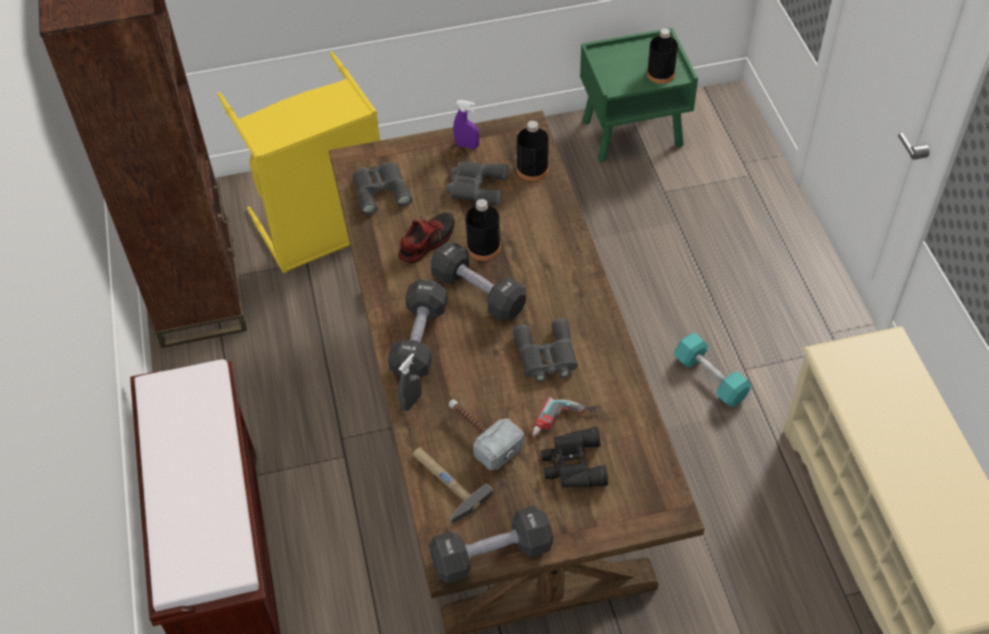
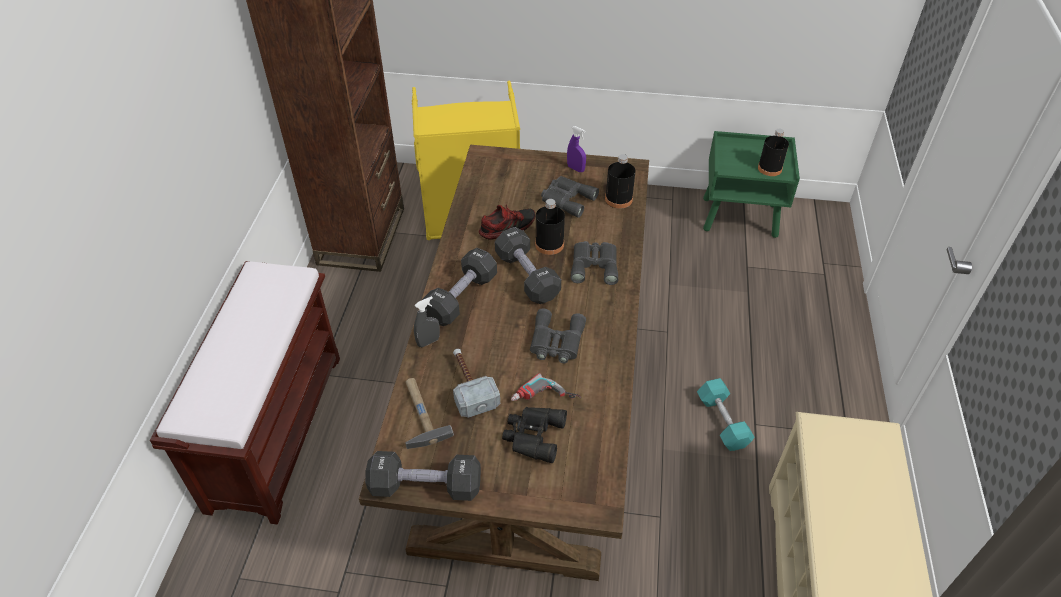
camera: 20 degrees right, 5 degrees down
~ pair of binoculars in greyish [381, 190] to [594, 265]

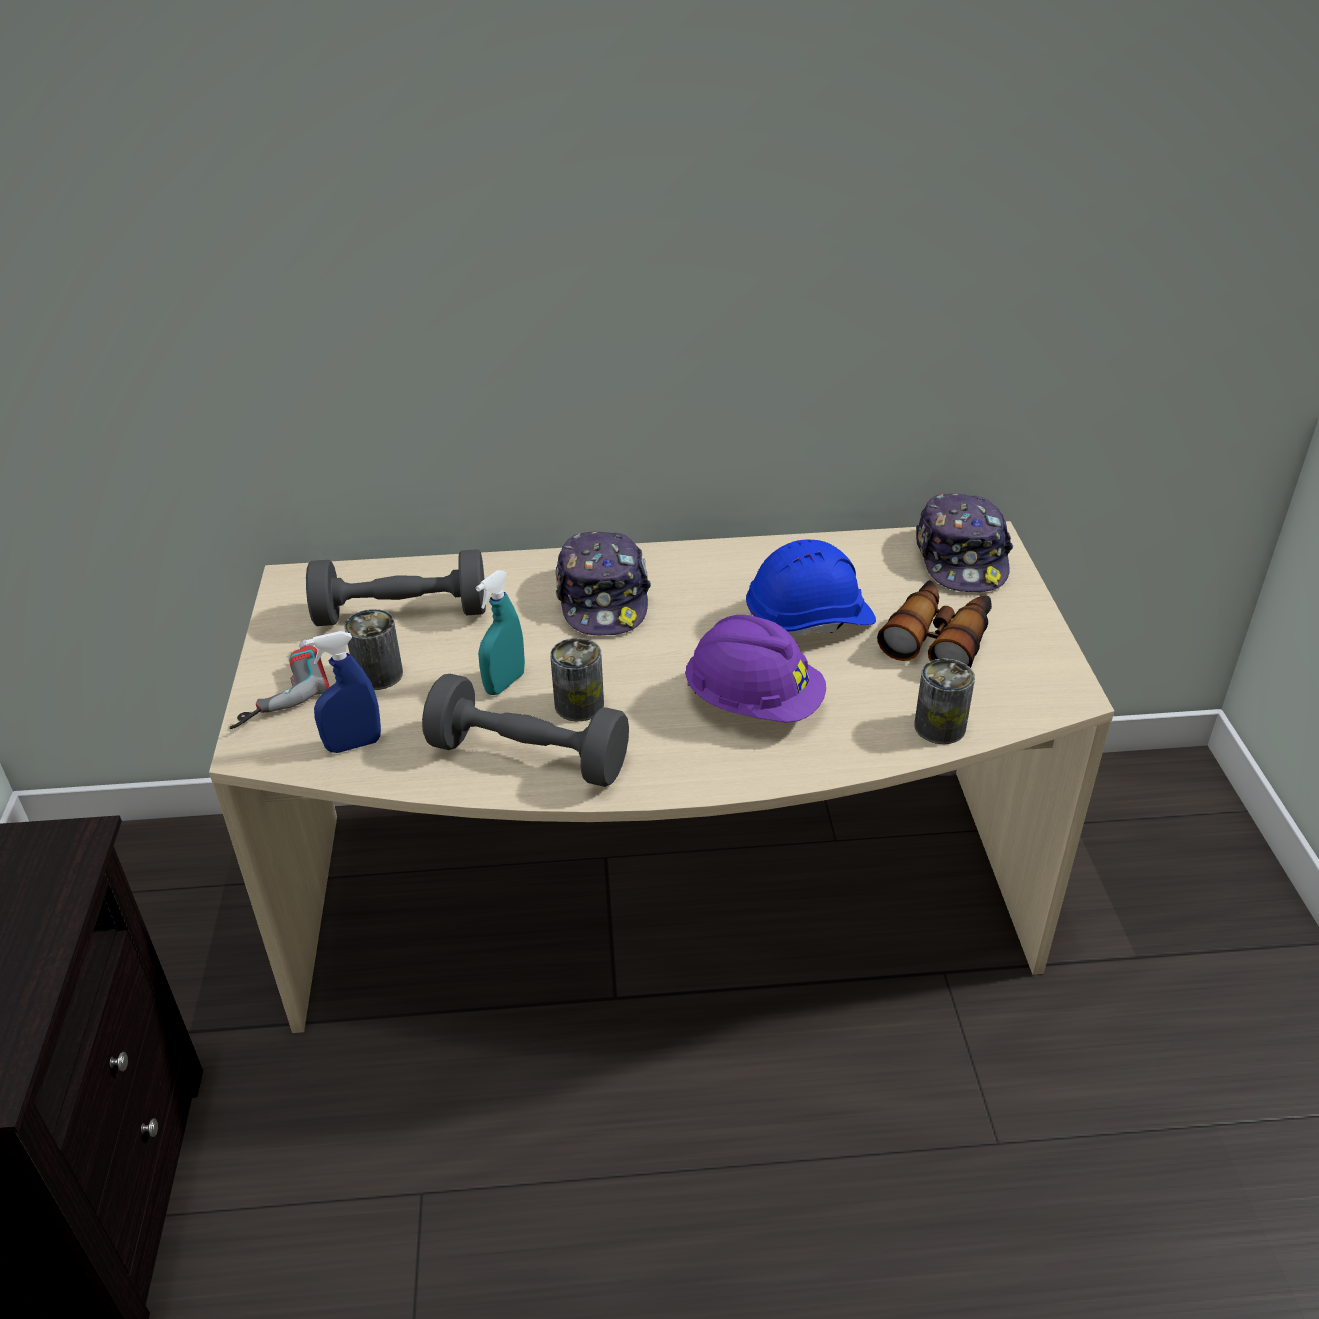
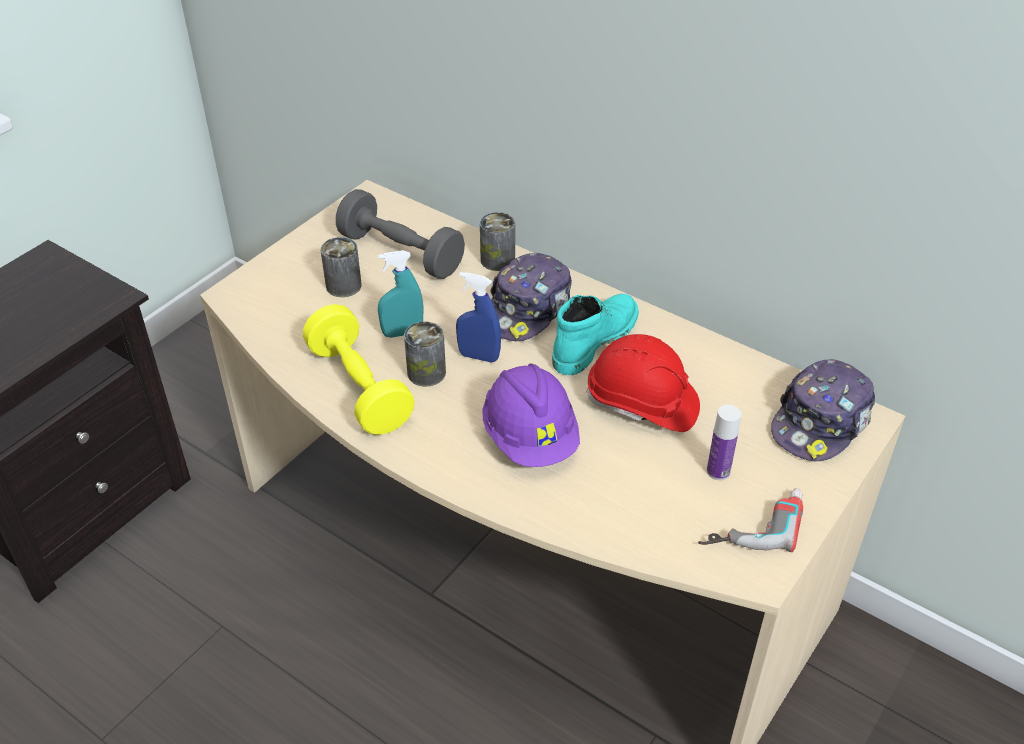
camera: 40 degrees right, 5 degrees up
~ electric drill [275, 689] to [751, 522]
~ spray bottle in blue [354, 744] to [479, 356]
~ hand weight in greyish [528, 757] to hand weight in yellowish [359, 388]
~ hard hat in blue [810, 621] to hard hat in red-coloured [642, 404]
~ pair of binoculars [938, 638] to drink bottle [718, 471]
~ sealed can [939, 727] to [497, 260]
+ tall boot in turquoise-coloured [593, 340]

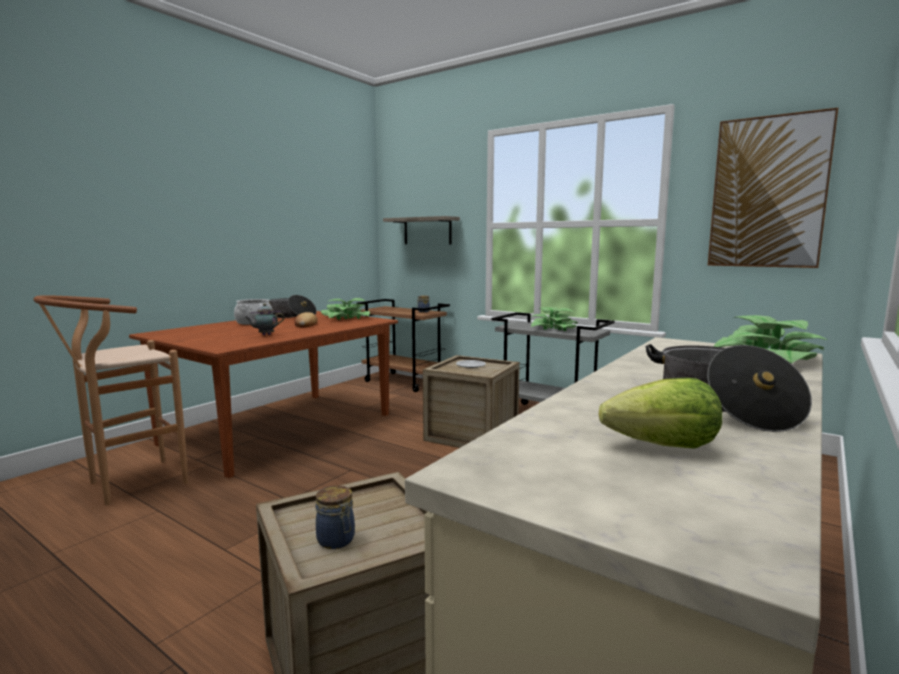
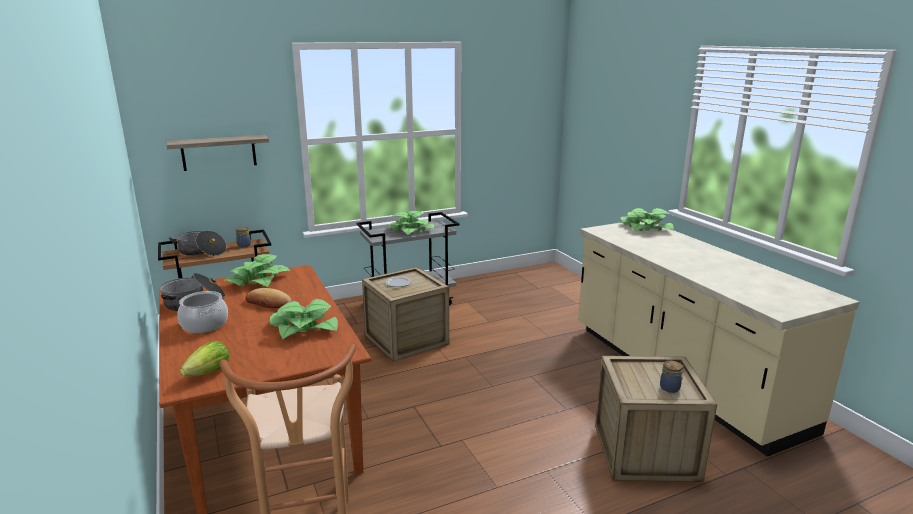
camera: 60 degrees left, 10 degrees up
~ teapot [265, 335] to houseplant [304, 327]
~ head of lettuce [663, 447] to [209, 373]
~ saucepot [722, 407] to [201, 252]
- wall art [768, 193]

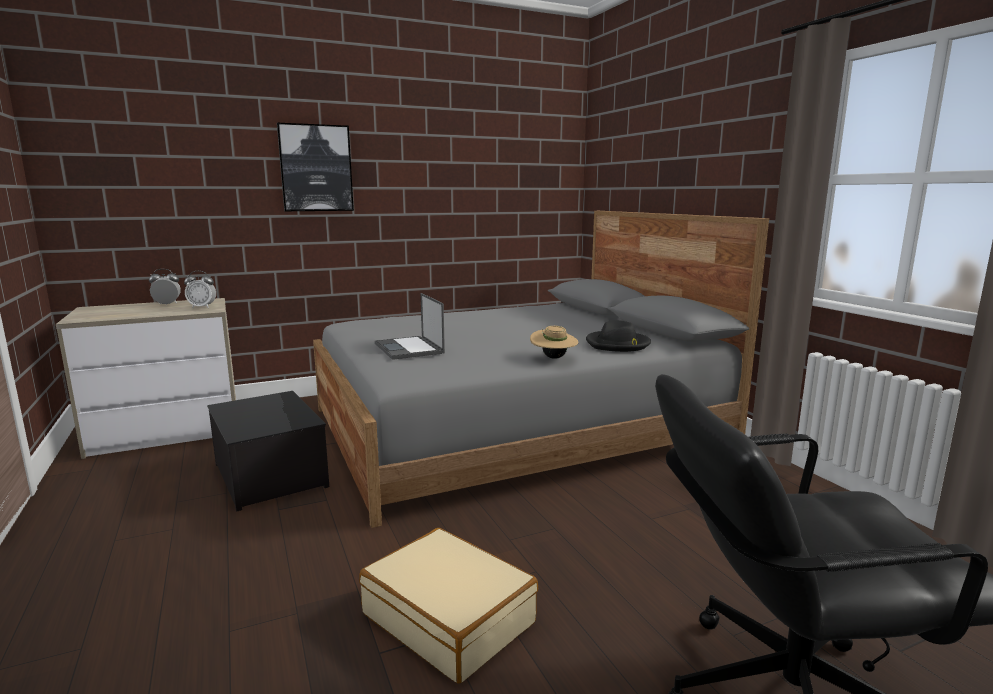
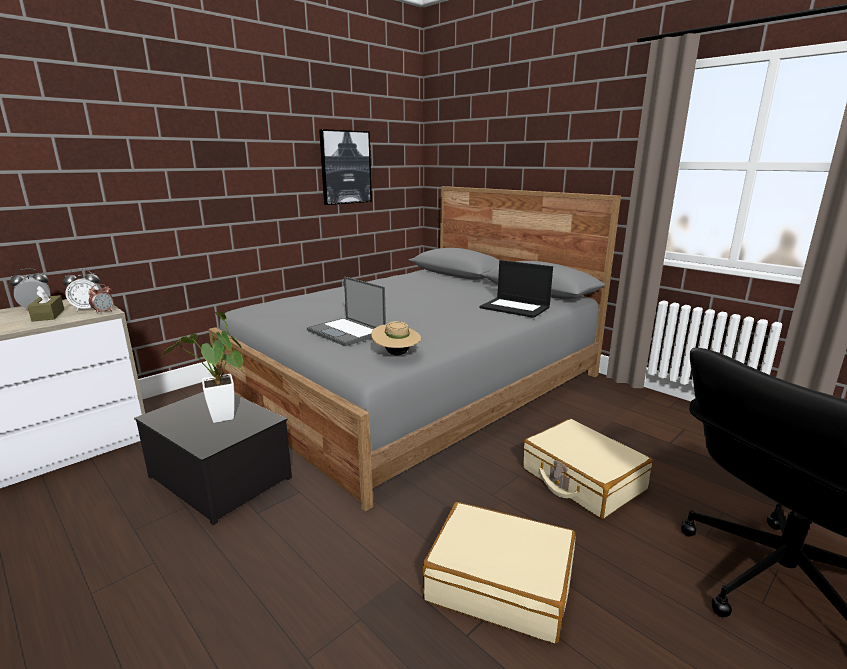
camera: 20 degrees left, 5 degrees up
~ wall art [316, 168] to [345, 167]
~ hat in beige [553, 358] to [396, 354]
~ hat in black-coloured [617, 344] to portable computer [515, 307]
+ tissue box in brown-coloured [48, 315]
+ table clock [104, 312]
+ houseplant [223, 420]
+ piece of luggage in beige [582, 479]

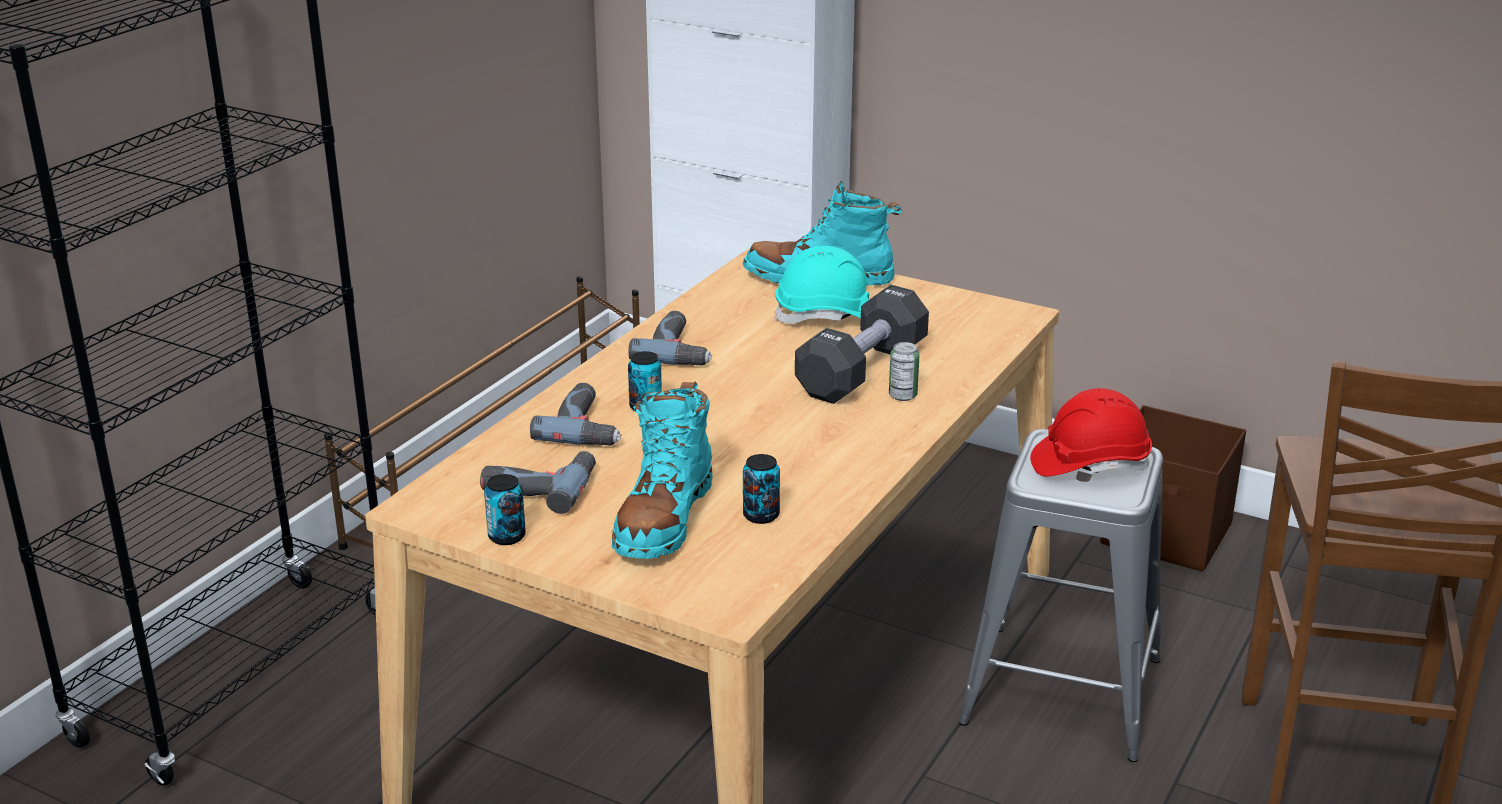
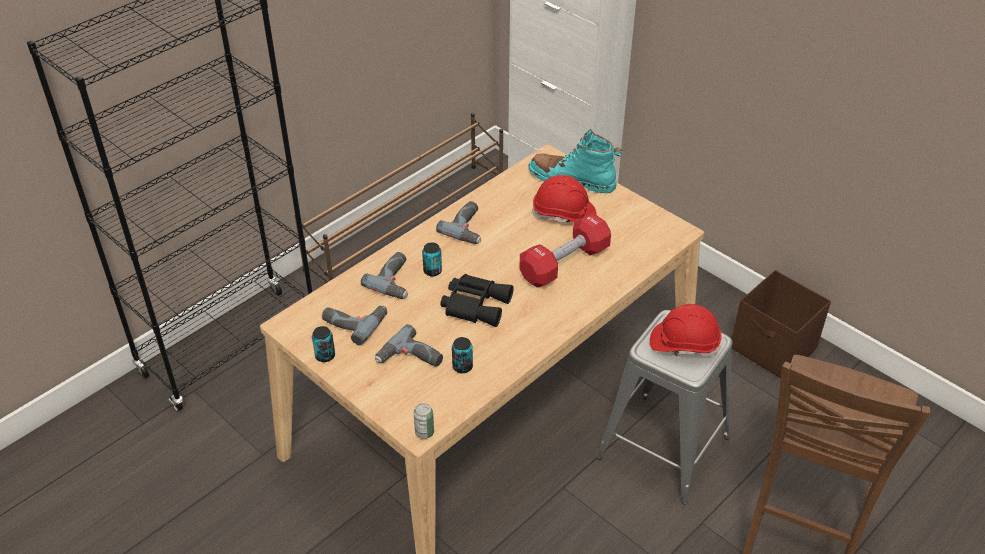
camera: 15 degrees right, 15 degrees up
~ tall boot in turquoise-coloured [664, 519] to electric drill [410, 359]
~ hard hat in turquoise-coloured [828, 317] to hard hat in red-coloured [564, 215]
~ hand weight in black-coloured [862, 371] to hand weight in red-coloured [564, 263]
~ sealed can [902, 396] to [424, 432]
+ pair of binoculars in black-coloured [475, 304]

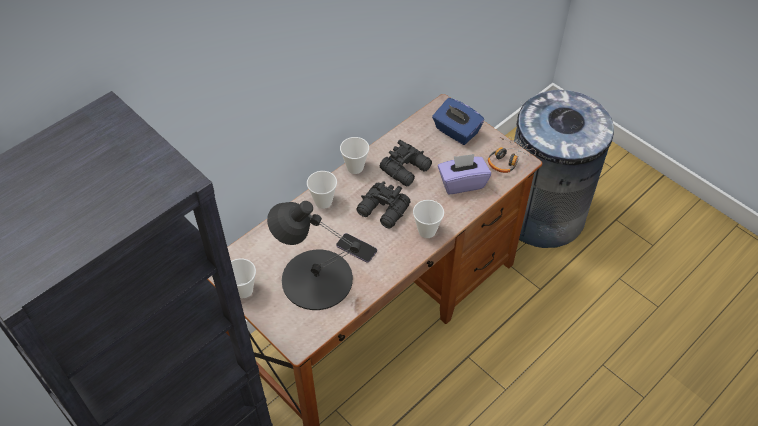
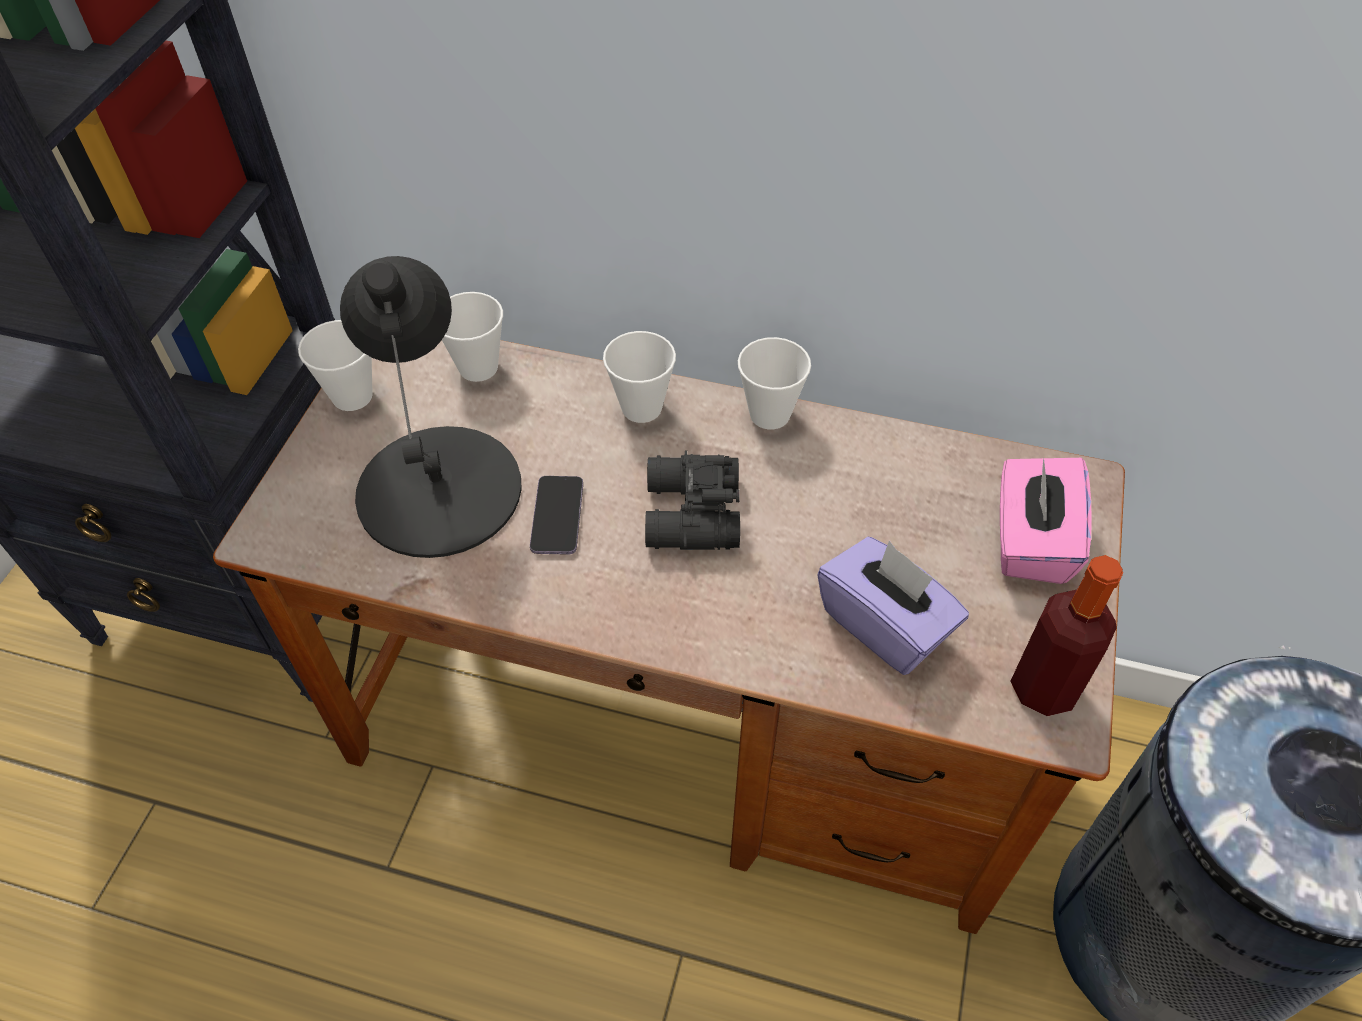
camera: 60 degrees right, 0 degrees up
- pair of binoculars in black-coloured [407, 169]
~ cup [427, 231] to [478, 367]
~ tissue box in blue [456, 131] to tissue box in pinkish [1030, 541]
~ pair of headphones [508, 159] to drink bottle [1043, 688]

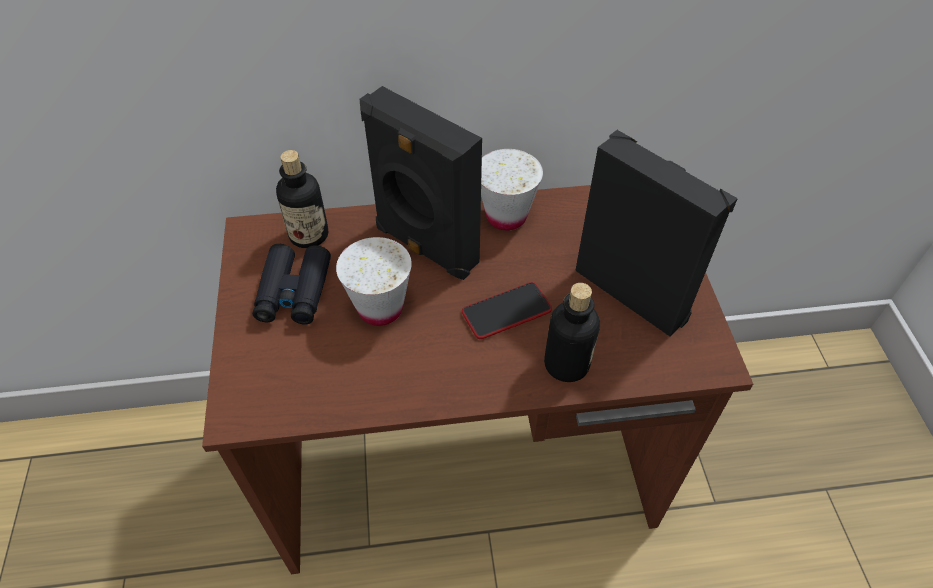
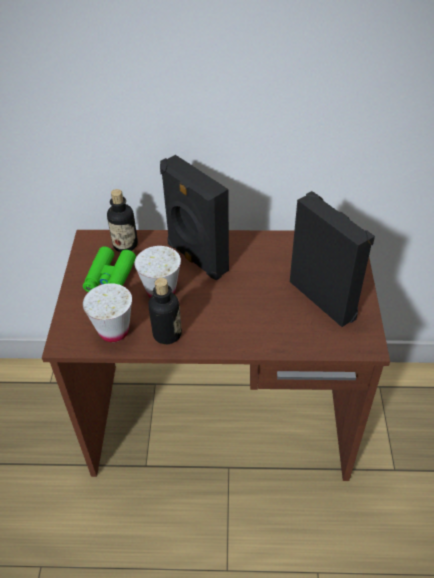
camera: 10 degrees right, 5 degrees down
~ pair of binoculars in black-coloured [294, 292] to pair of binoculars in green-coloured [110, 277]
- handset [506, 311]
~ cup in white [506, 216] to [114, 331]
~ drink bottle [566, 364] to [167, 334]

